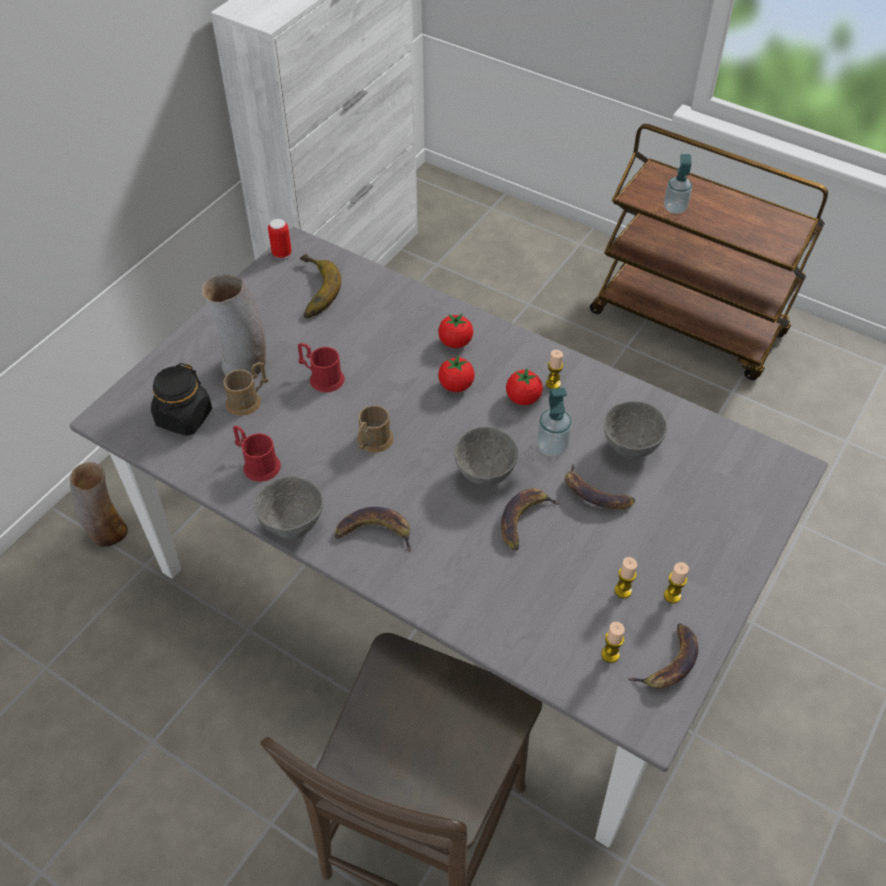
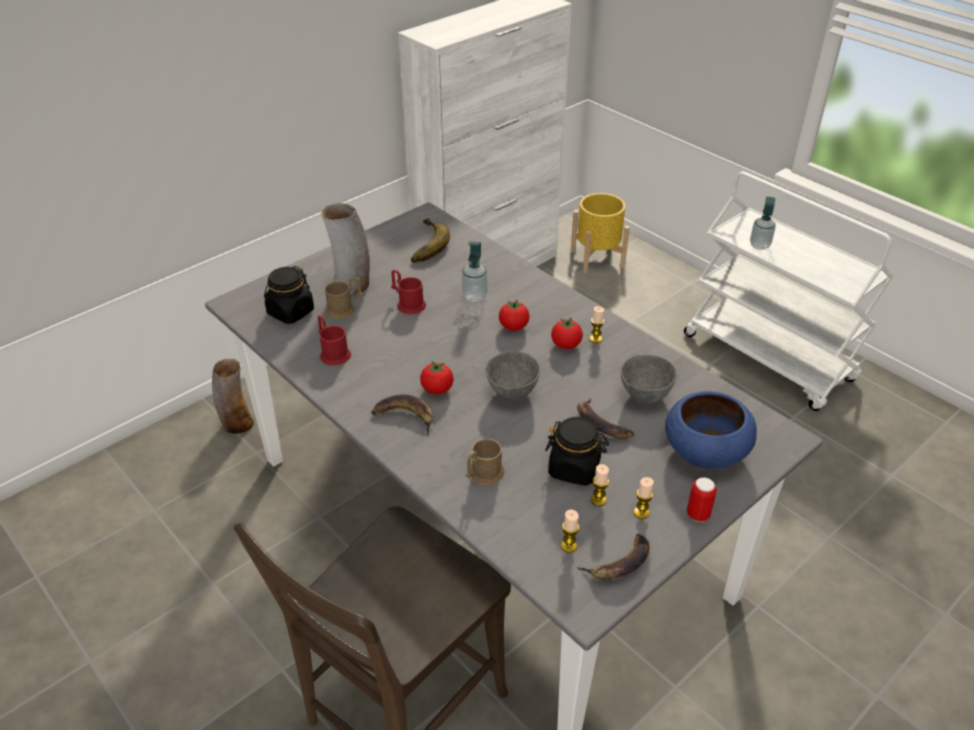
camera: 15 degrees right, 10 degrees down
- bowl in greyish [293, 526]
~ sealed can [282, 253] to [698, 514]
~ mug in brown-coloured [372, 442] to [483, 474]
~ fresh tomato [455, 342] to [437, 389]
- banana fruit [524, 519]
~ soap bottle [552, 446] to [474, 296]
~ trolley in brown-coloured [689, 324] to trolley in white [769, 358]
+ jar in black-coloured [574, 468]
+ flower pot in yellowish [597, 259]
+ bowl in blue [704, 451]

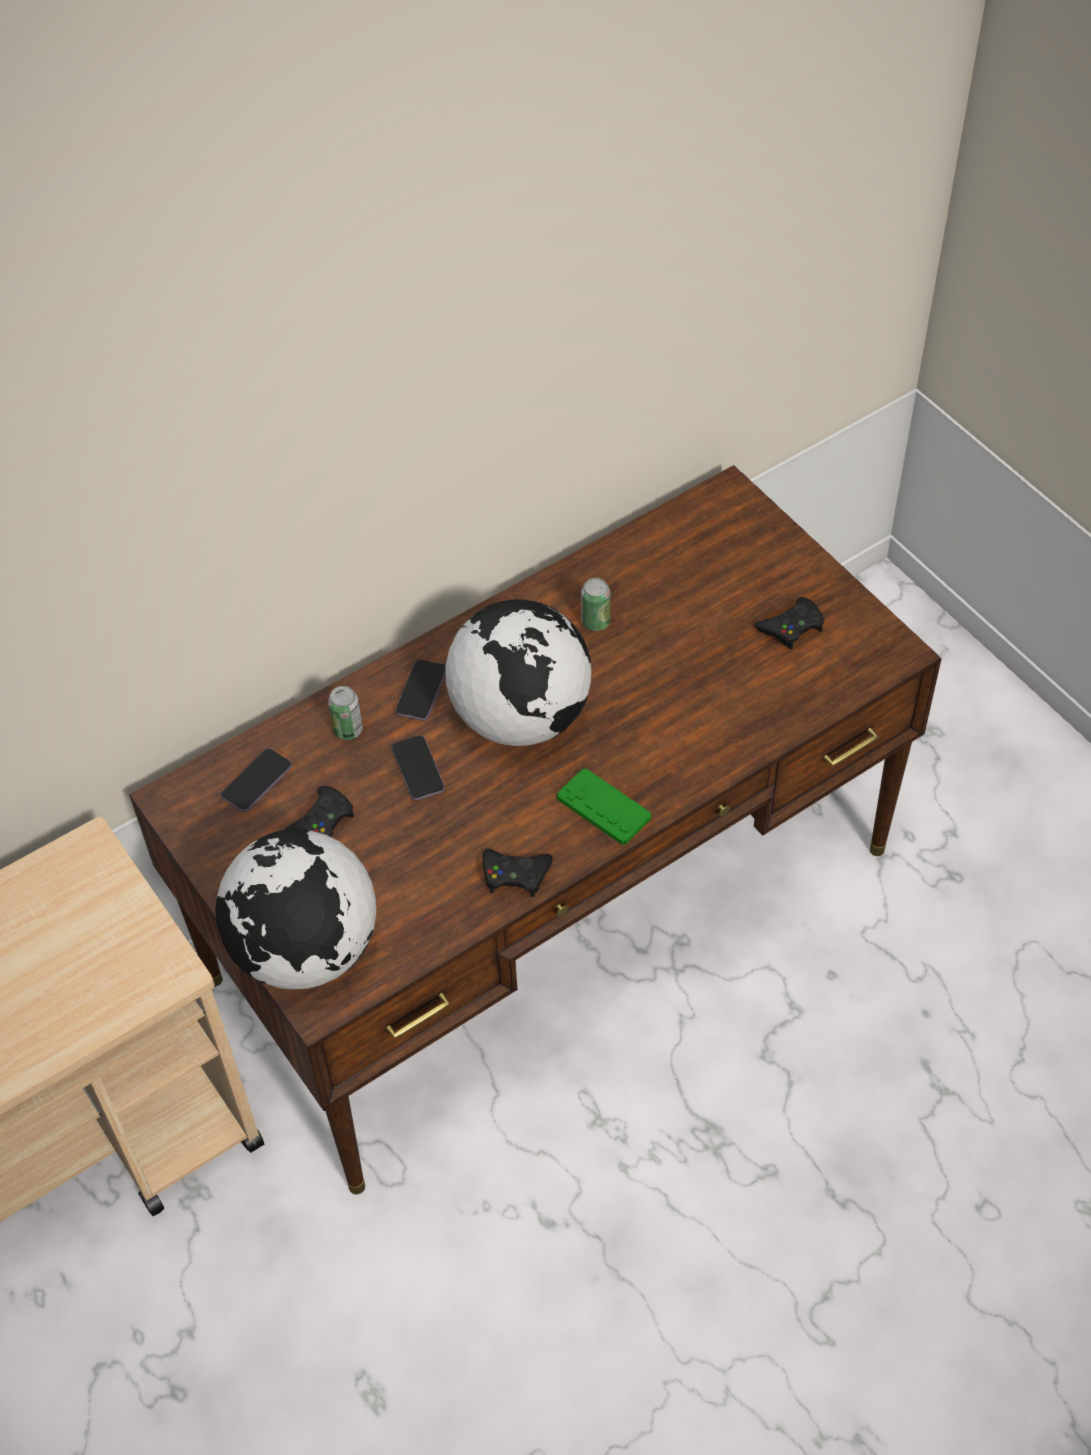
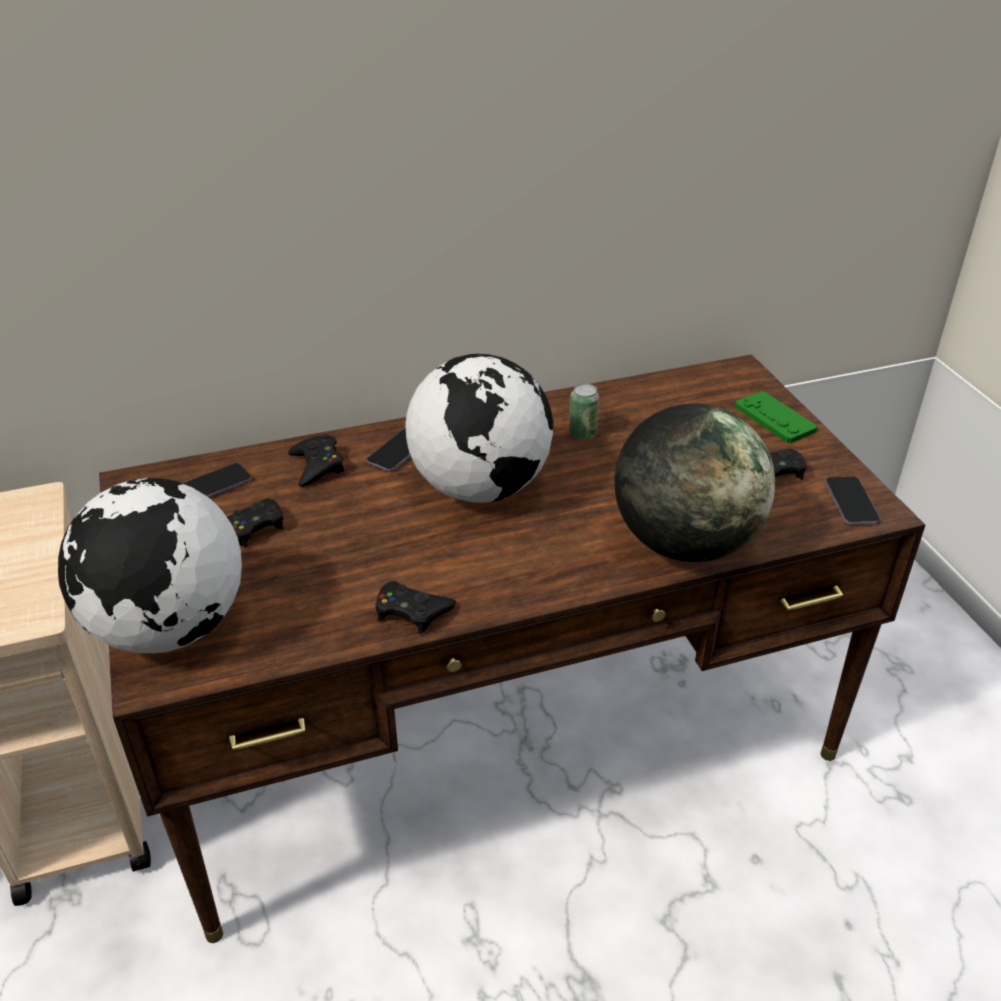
camera: 15 degrees right, 15 degrees down
~ sealed can [348, 730] to joypad in black-coloured [317, 466]
~ handset [418, 769] to [851, 502]
~ joypad in green-coloured [603, 808] to [774, 418]
+ globe [684, 543]

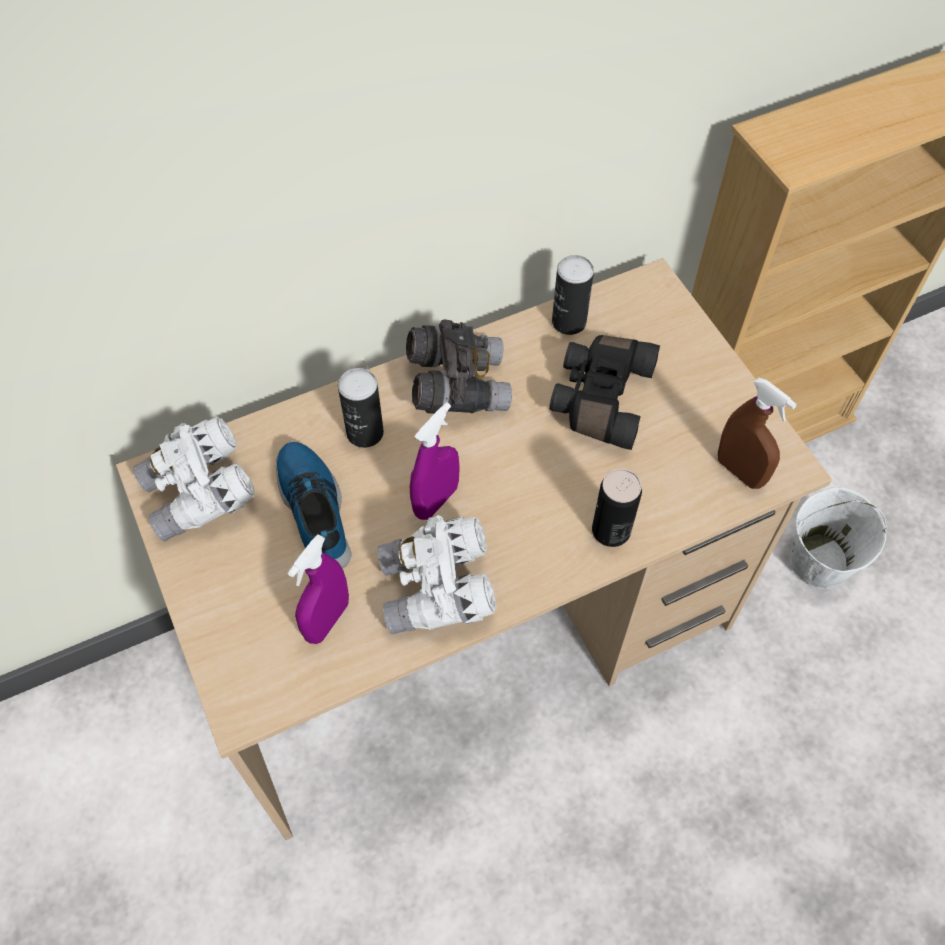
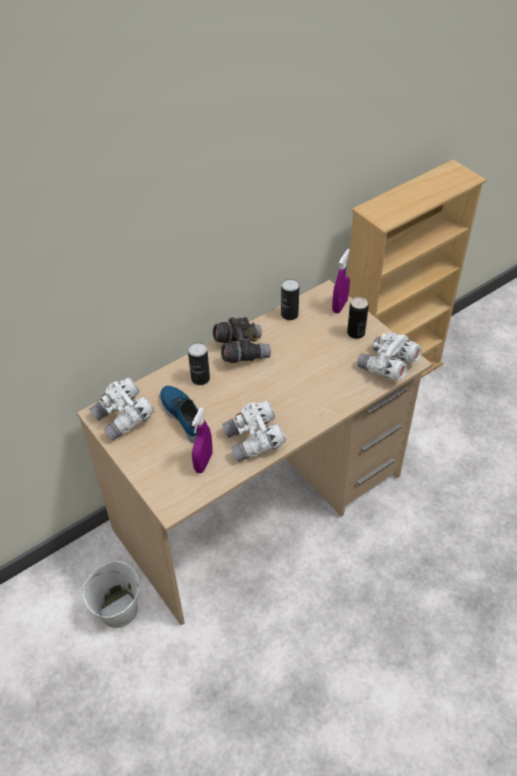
camera: 10 degrees left, 10 degrees down
~ spray bottle in purple-coloured [436, 501] to [339, 306]
- pair of binoculars in black-coloured [599, 398]
~ sealed can [611, 530] to [356, 333]
~ spray bottle in brown-coloured [740, 471] to pair of binoculars in white [388, 367]
~ bucket in white [819, 561] to [118, 609]

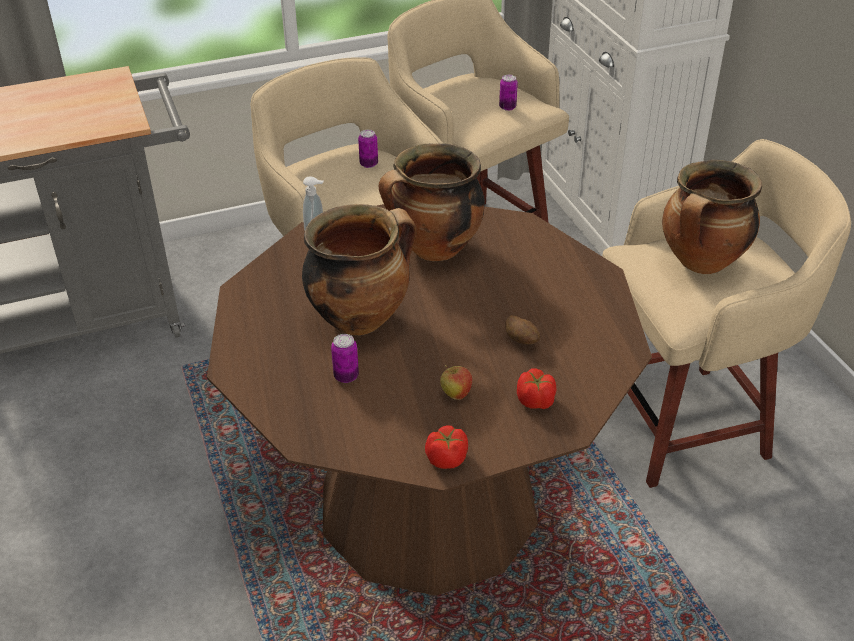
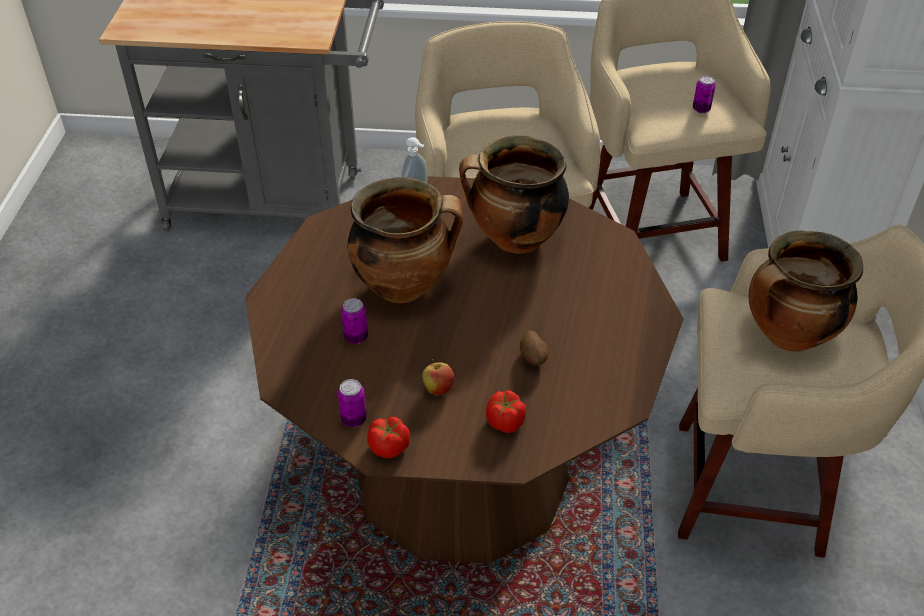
camera: 25 degrees right, 5 degrees up
~ sealed can [369, 164] to [354, 419]

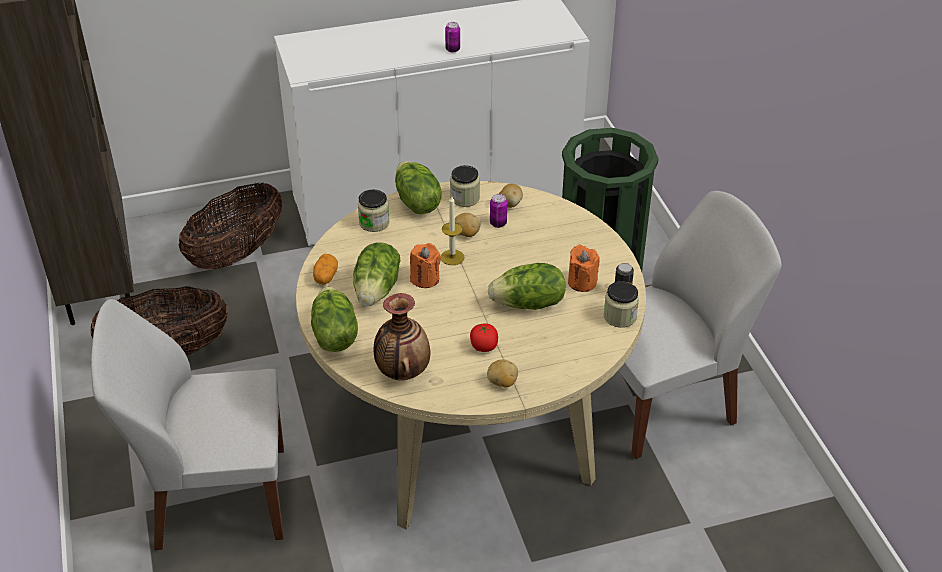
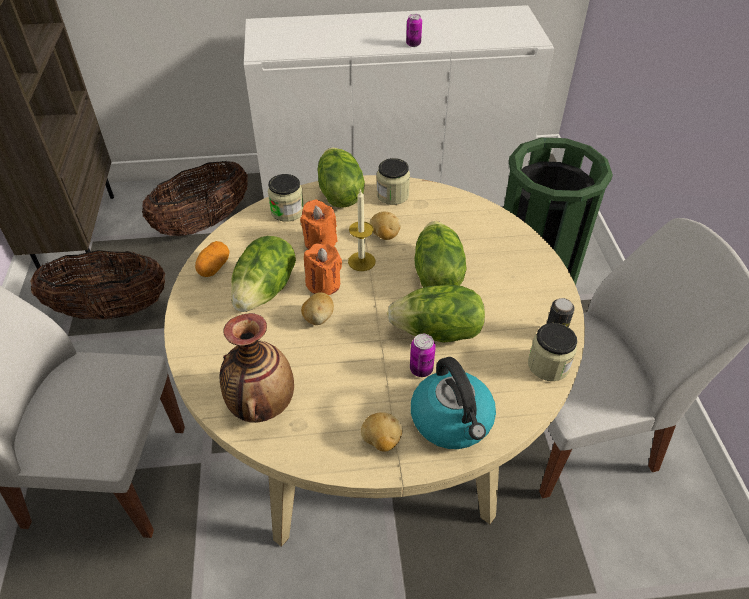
camera: 10 degrees right, 5 degrees up
~ head of lettuce [333, 335] to [436, 275]
- fresh tomato [484, 347]
~ sealed can [498, 223] to [421, 369]
~ potato [510, 204] to [318, 318]
~ wax candle in orange-coloured [582, 282] to [320, 242]
+ water kettle [452, 421]

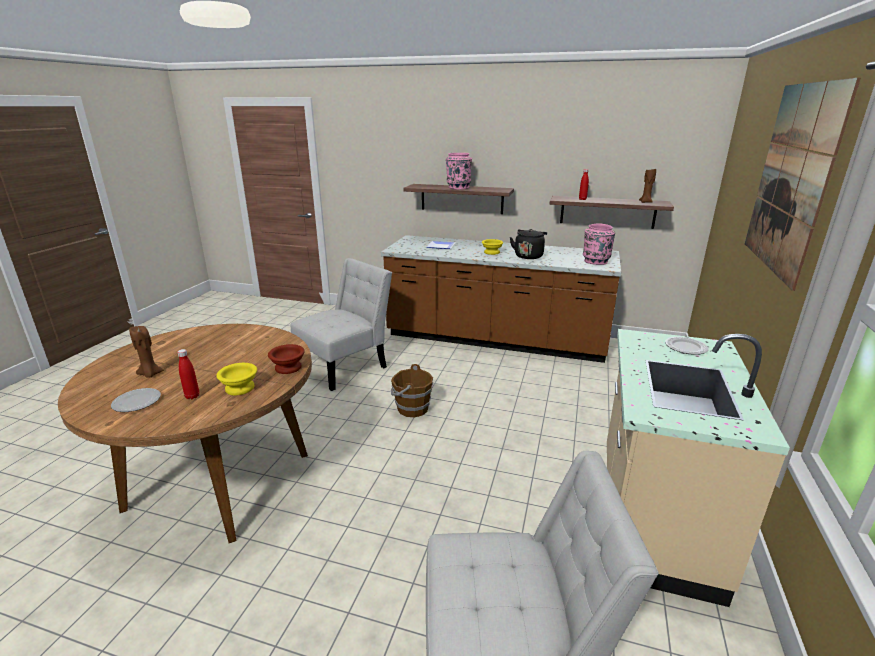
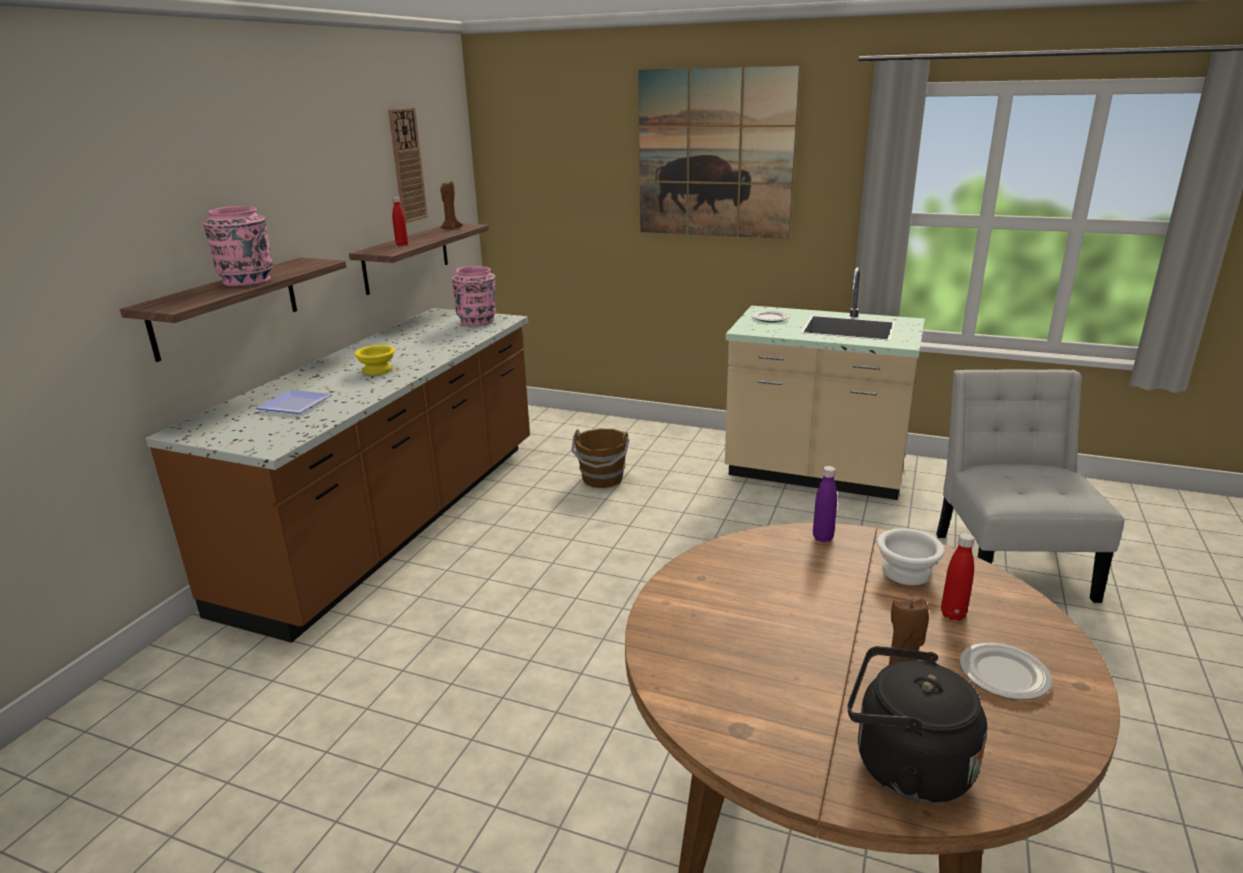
camera: 85 degrees left, 0 degrees up
~ bowl in yellowish [241, 388] to bowl in white [905, 571]
~ bowl in brown-coloured [289, 367] to drink bottle in purple-coloured [822, 538]
- chair in white [346, 366]
~ bucket in brown-coloured [411, 408] to [602, 479]
~ water kettle in black-coloured [528, 256] to [904, 765]
+ hanging clock [407, 165]

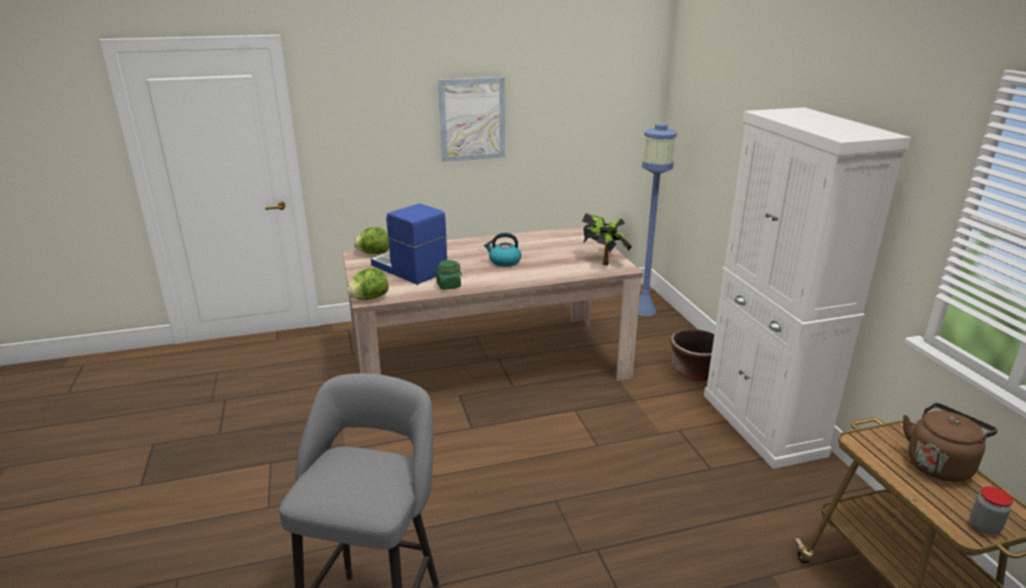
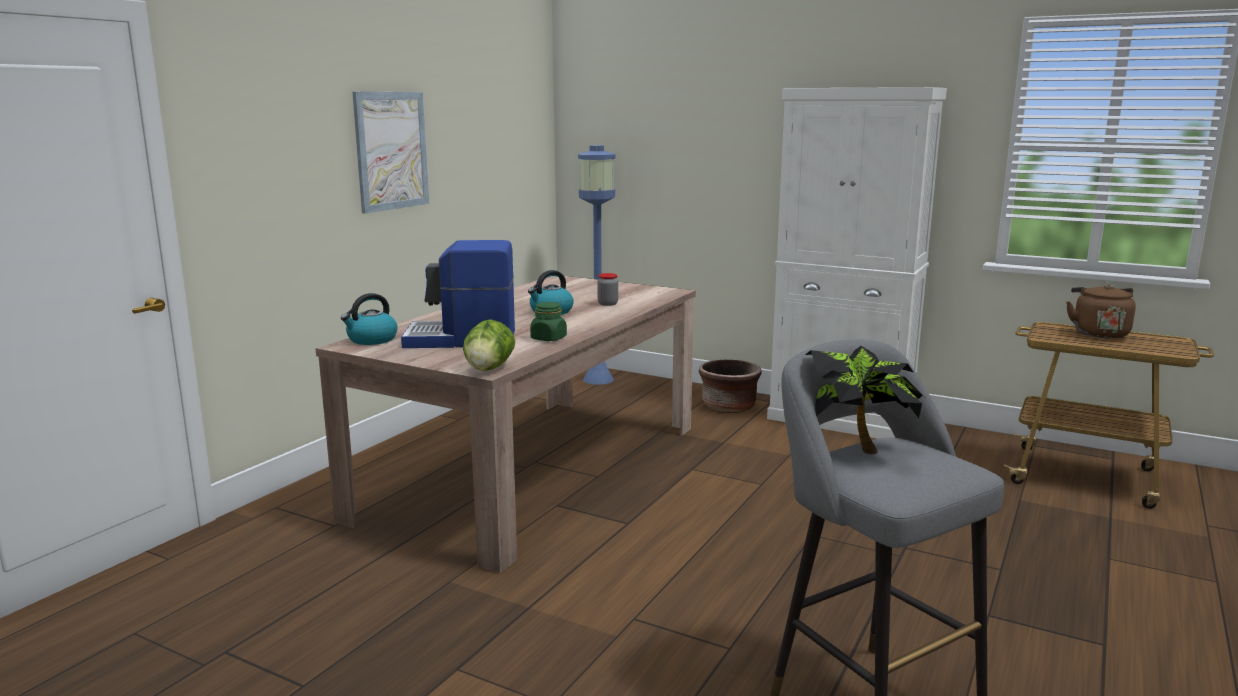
camera: 45 degrees left, 10 degrees down
~ head of lettuce [373, 253] to water kettle [371, 340]
~ houseplant [604, 261] to [855, 447]
~ jar [984, 526] to [607, 304]

